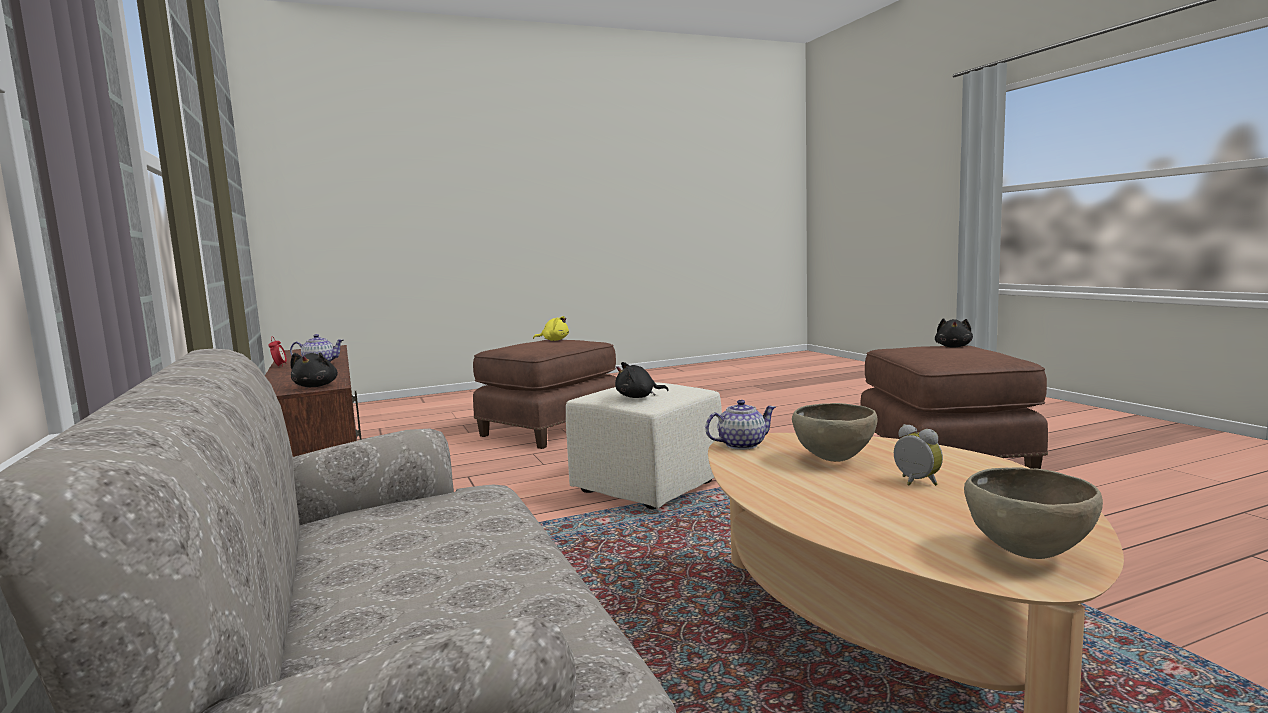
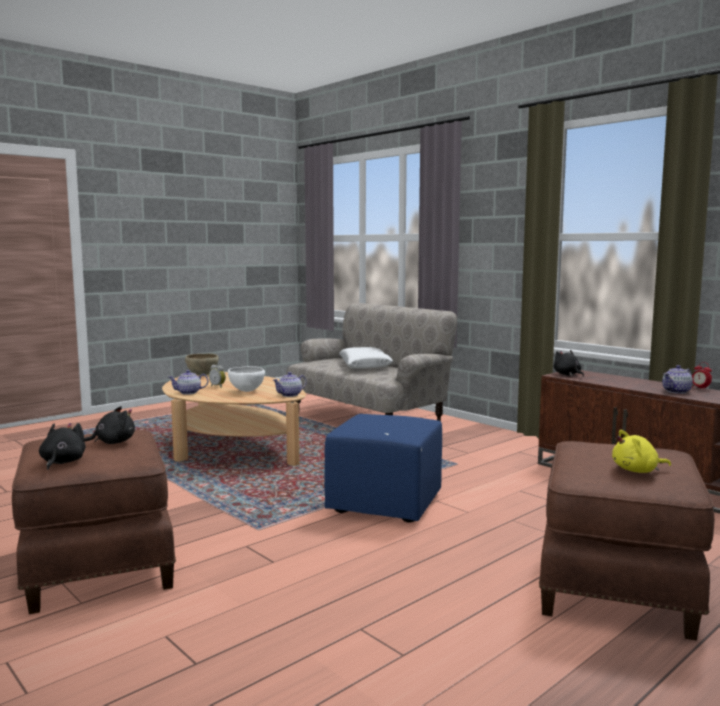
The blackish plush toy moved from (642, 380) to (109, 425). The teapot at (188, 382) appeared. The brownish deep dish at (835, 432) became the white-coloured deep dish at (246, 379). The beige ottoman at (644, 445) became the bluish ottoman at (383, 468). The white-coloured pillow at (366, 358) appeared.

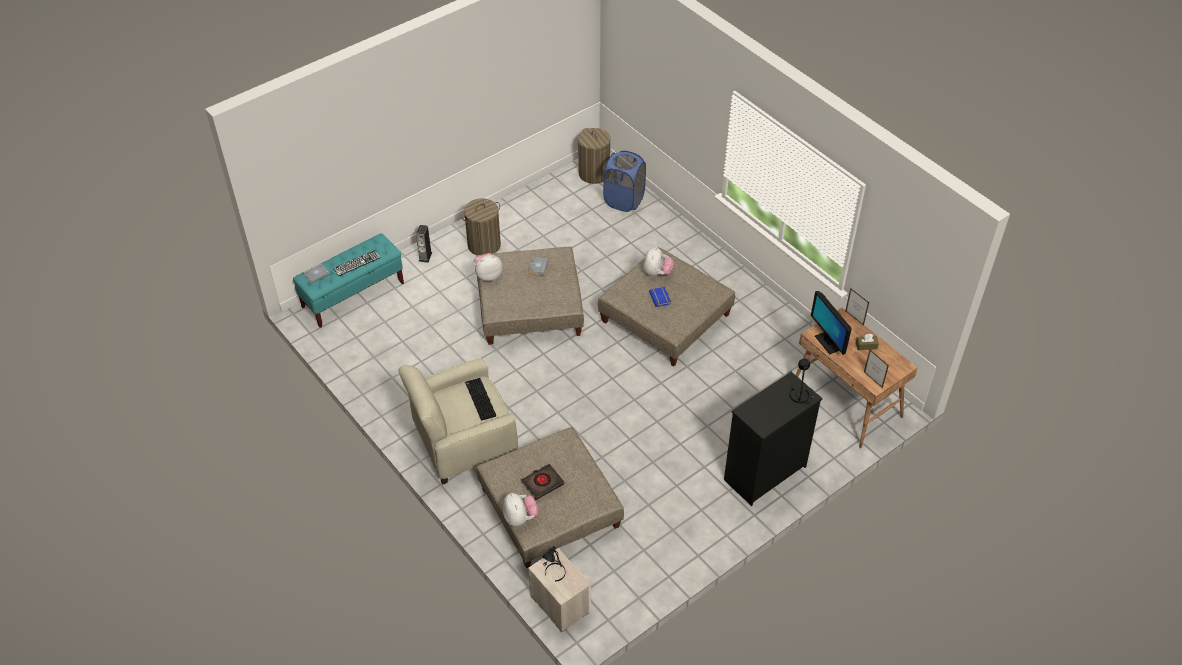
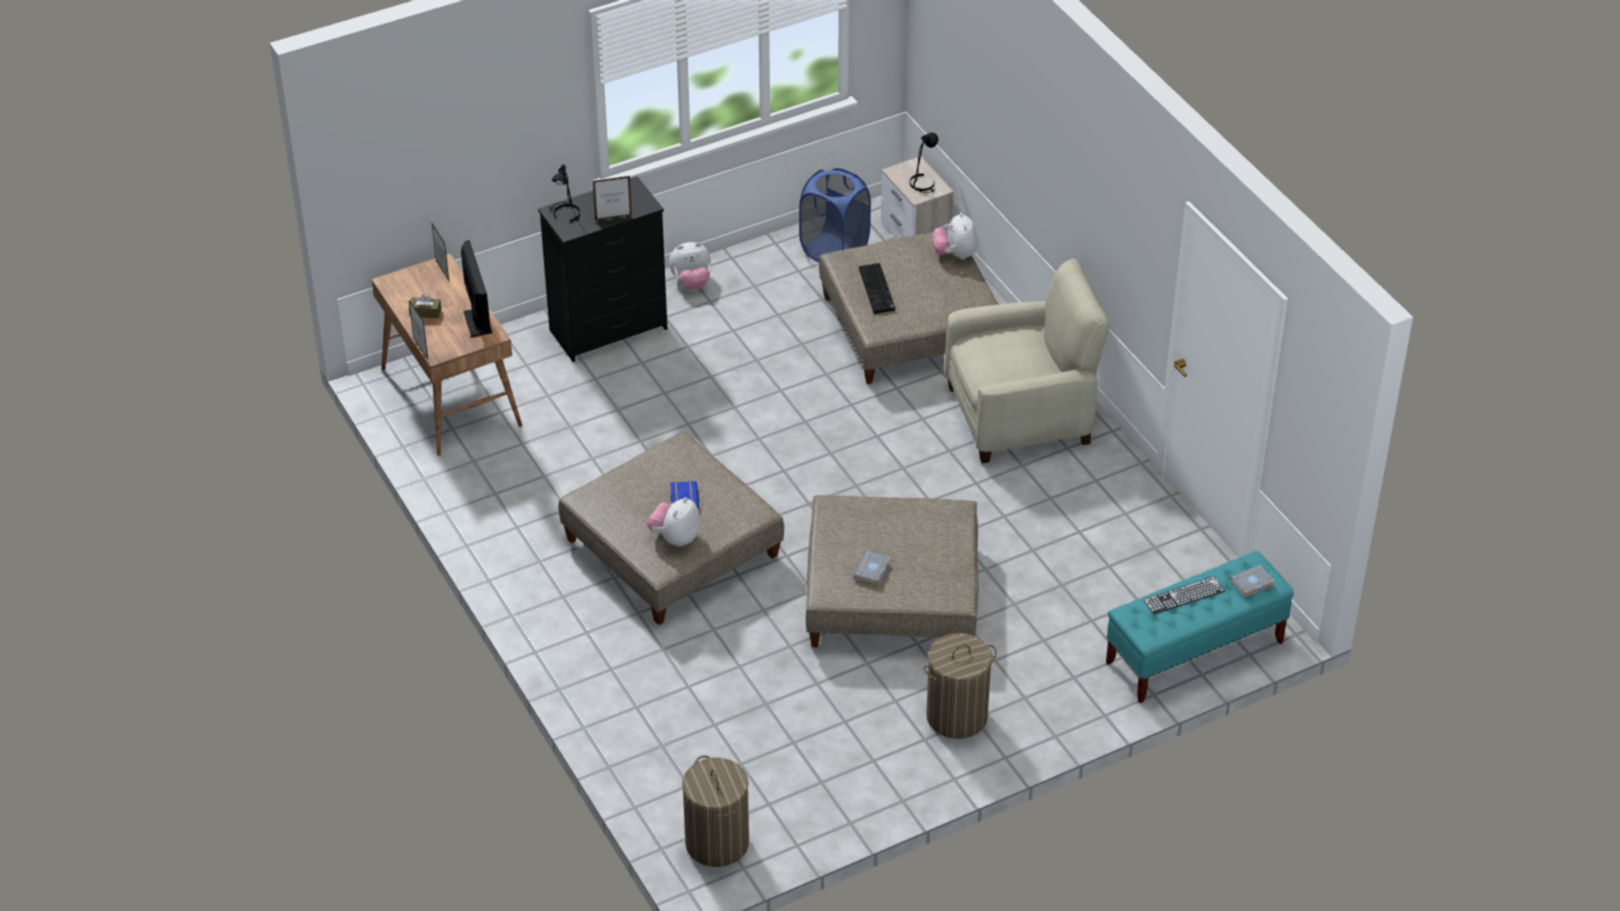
The photo frame at (612, 198) appeared. The plush toy moved from (488, 267) to (690, 266). The bluish hamper moved from (624, 181) to (835, 215). The PC keyboard moved from (480, 399) to (877, 288). The audio speaker at (424, 244) disappeared. The blackish bound book at (542, 482) disappeared.

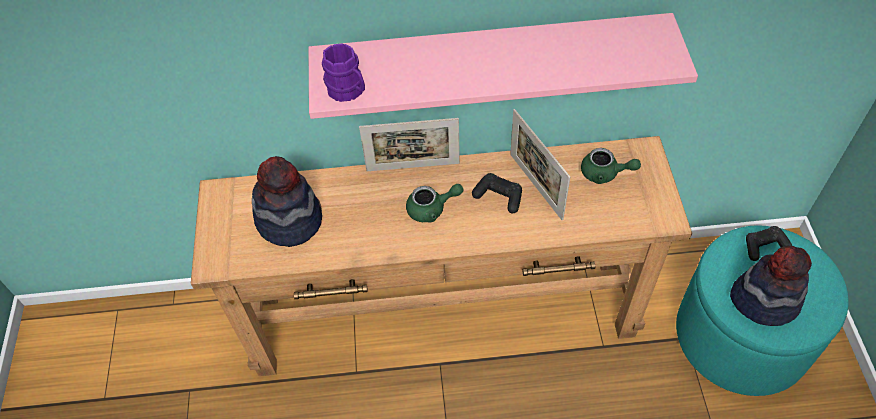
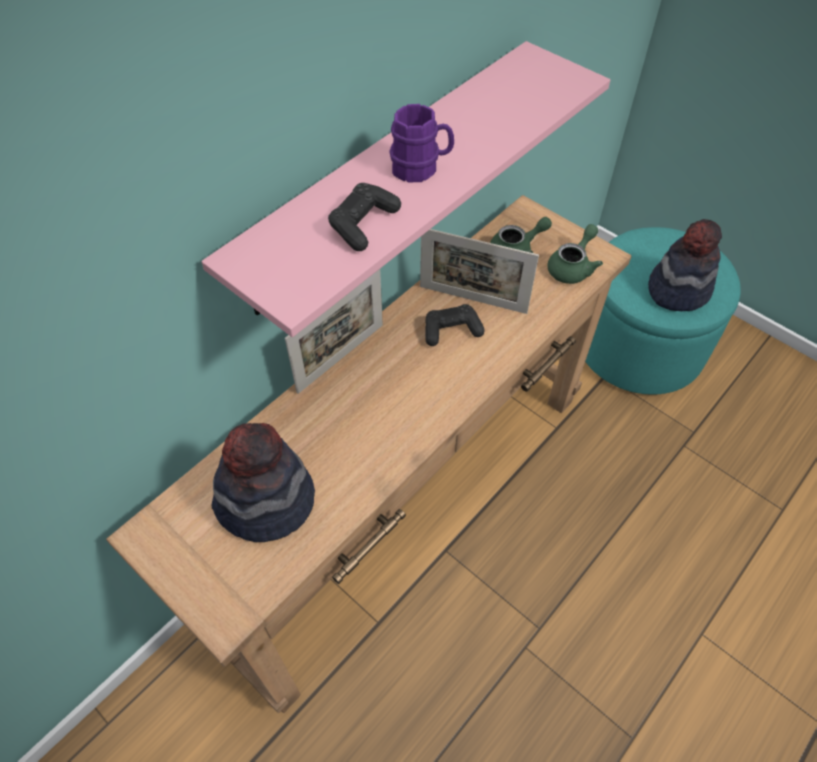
The blackish game controller moved from (769, 243) to (364, 217). The purple tea mug moved from (343, 72) to (421, 143). The green-coloured teapot moved from (434, 203) to (575, 254).

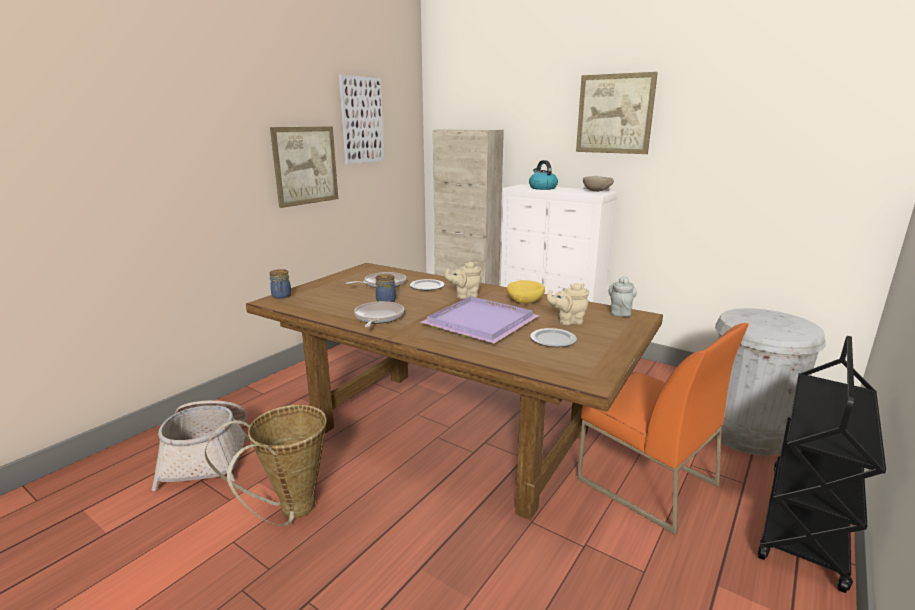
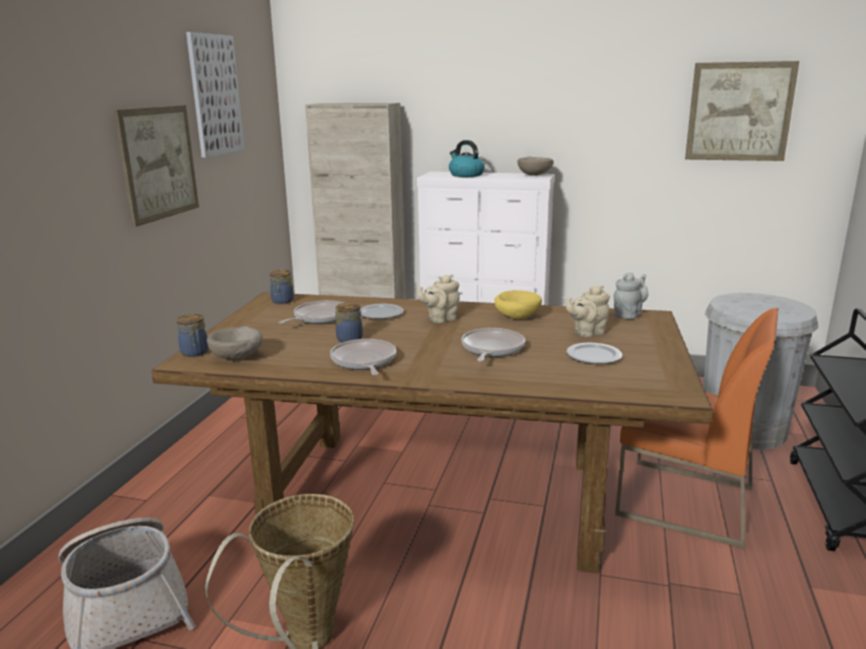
The beige deep dish at (235, 343) appeared. The jar at (282, 287) appeared. The purple tray at (480, 319) was replaced by the skillet at (493, 345). The grey teapot at (623, 296) turned 45 degrees clockwise. The picture moved from (617, 113) to (742, 111).

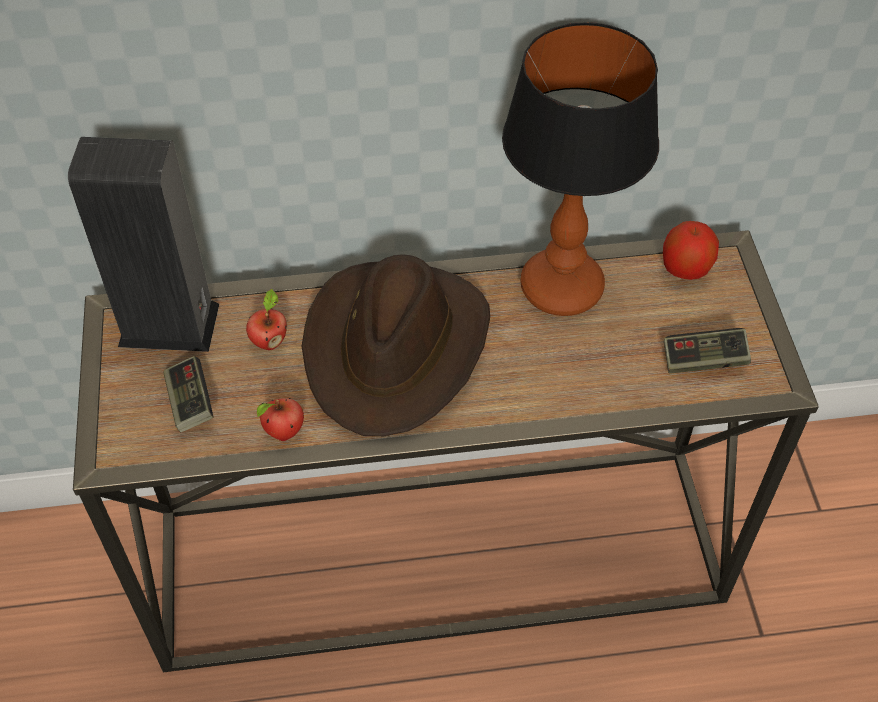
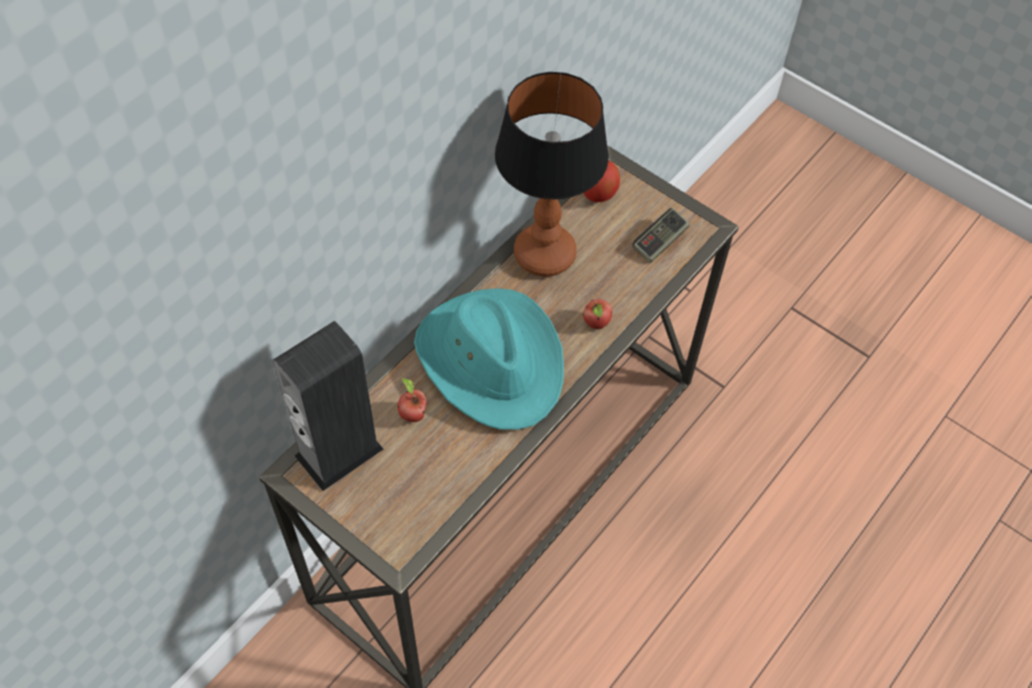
The brownish clothing hat at (396, 345) became the blue-green clothing hat at (489, 359). The apple fruit moved from (280, 419) to (597, 314). The game controller at (188, 394) disappeared.

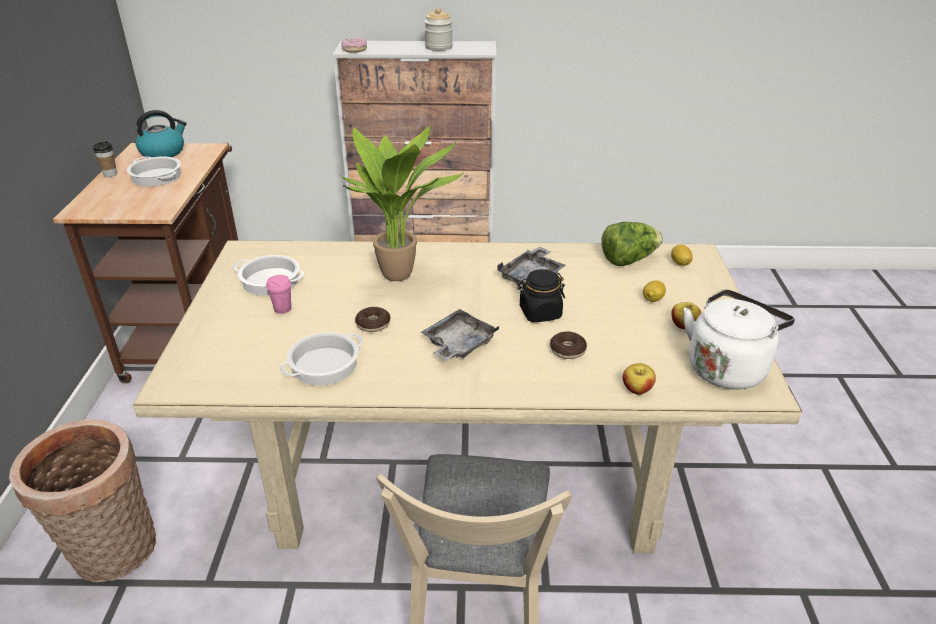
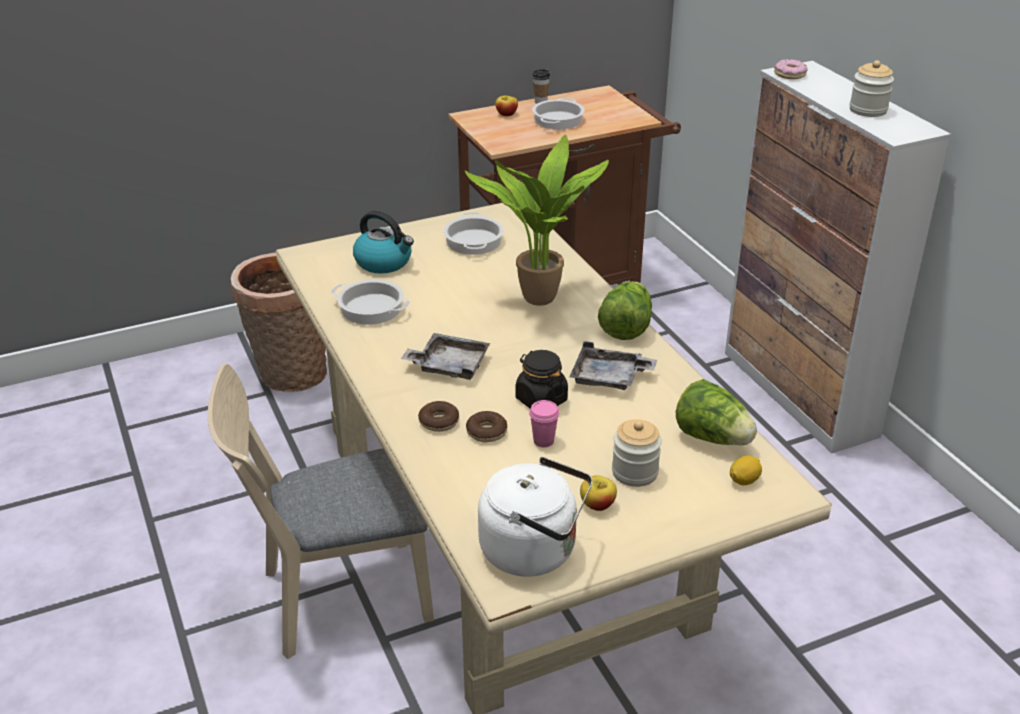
The tea kettle moved from (161, 133) to (383, 242). The ring doughnut moved from (372, 319) to (438, 416). The apple fruit moved from (639, 379) to (506, 106). The pink cup moved from (278, 294) to (544, 423). The lettuce at (625, 311) appeared. The lemon at (654, 291) was replaced by the jar at (637, 453).

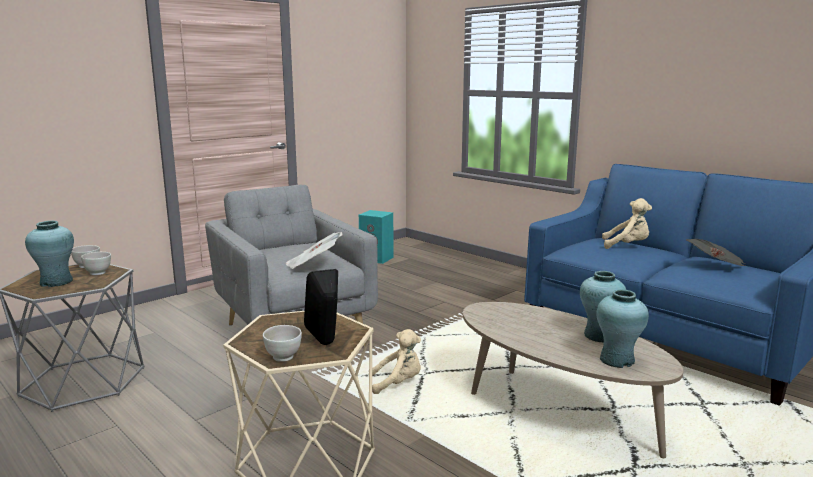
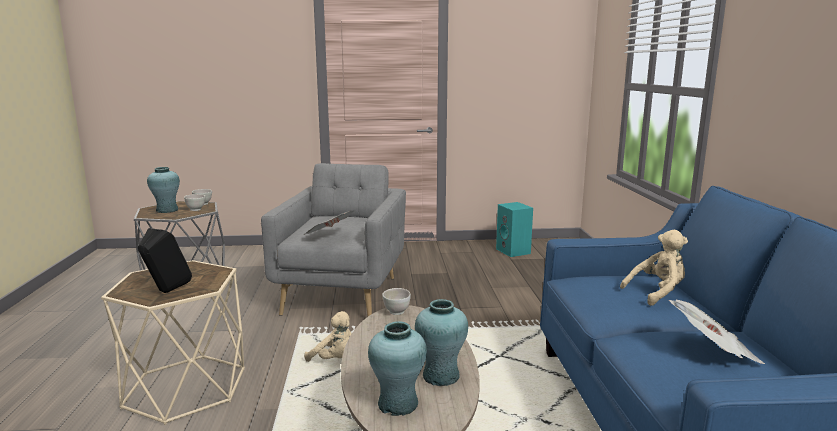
The white-coloured deep dish moved from (282, 343) to (396, 301). The beige plush toy at (627, 223) turned 75 degrees counterclockwise.

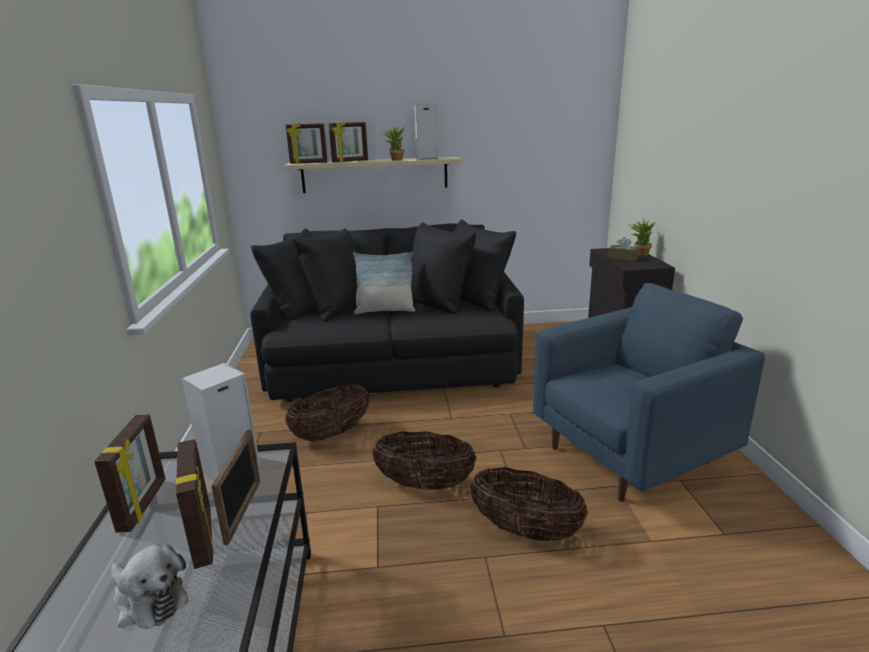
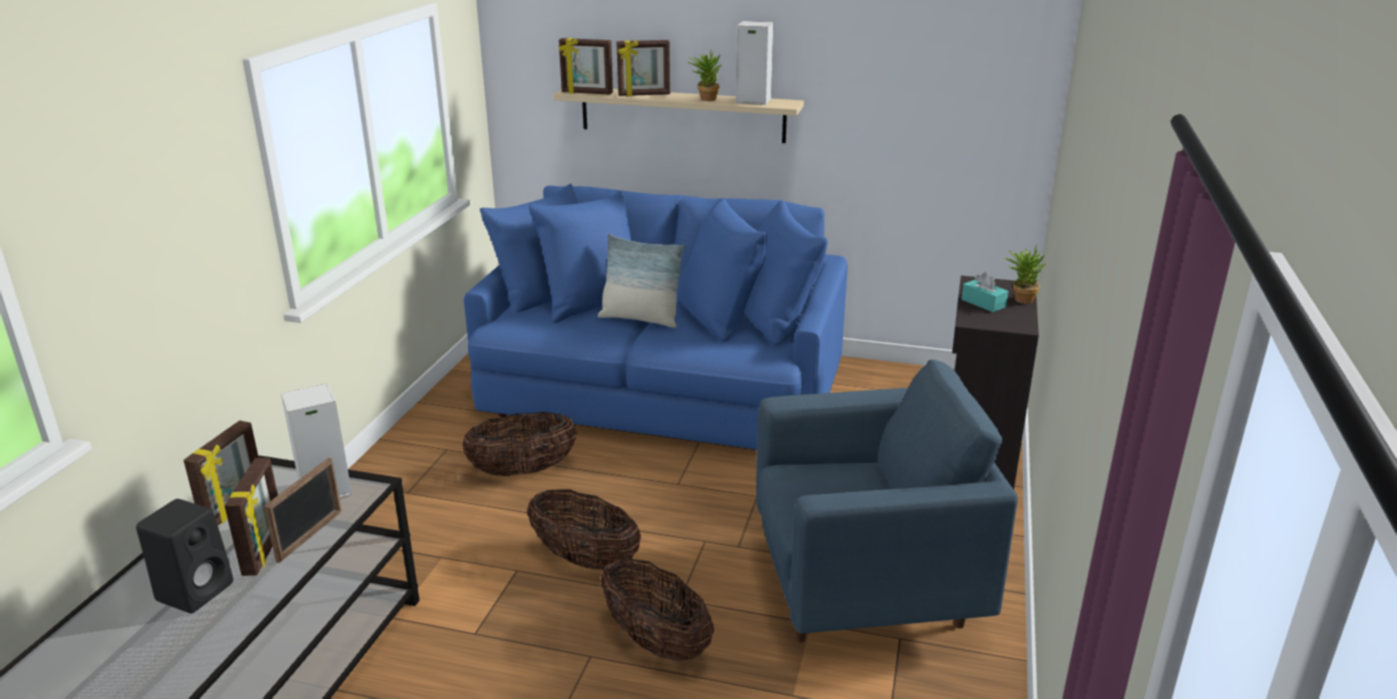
The plush toy at (150, 586) was replaced by the blackish audio speaker at (184, 556). The blackish sofa at (387, 310) became the bluish sofa at (656, 316). The brownish tissue box at (623, 249) became the blue-green tissue box at (985, 292).

